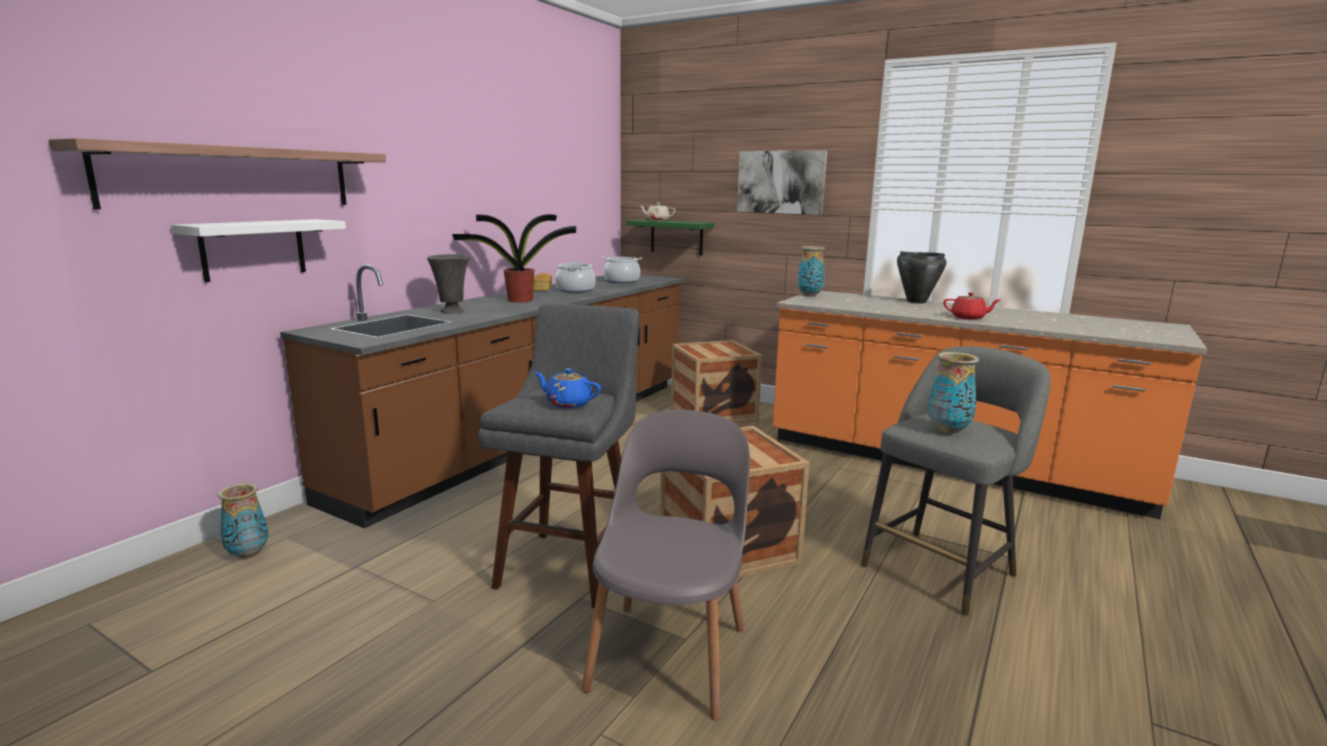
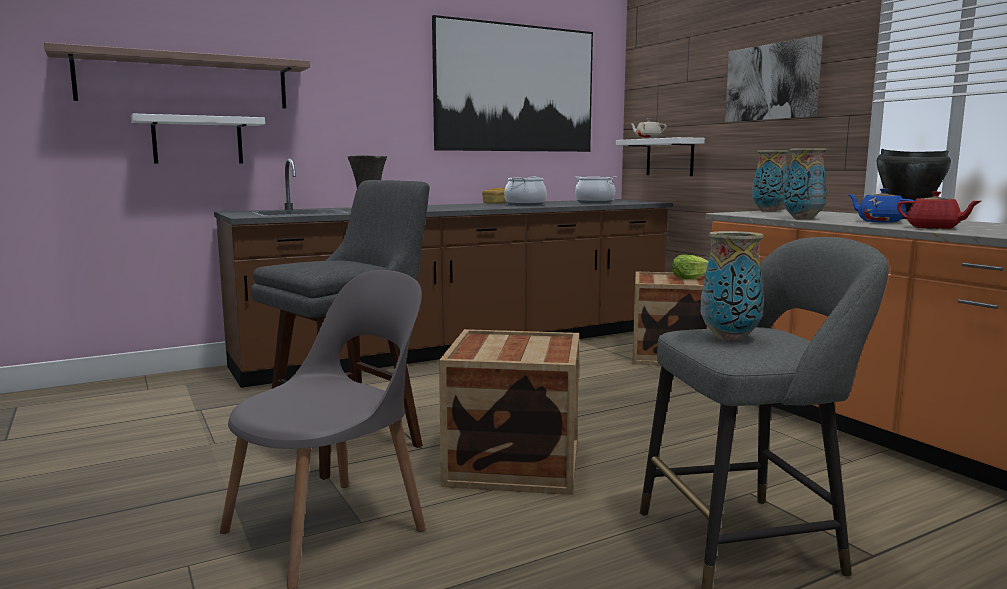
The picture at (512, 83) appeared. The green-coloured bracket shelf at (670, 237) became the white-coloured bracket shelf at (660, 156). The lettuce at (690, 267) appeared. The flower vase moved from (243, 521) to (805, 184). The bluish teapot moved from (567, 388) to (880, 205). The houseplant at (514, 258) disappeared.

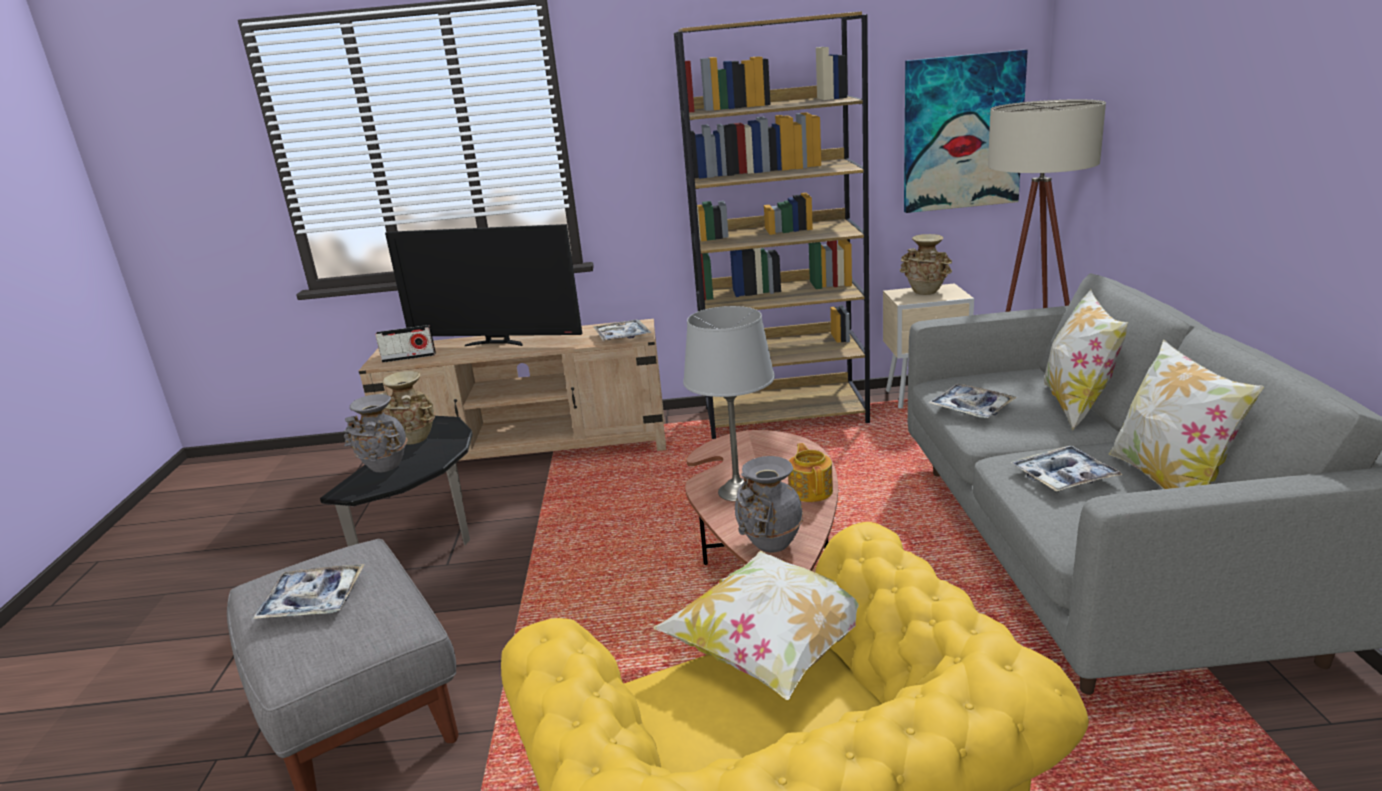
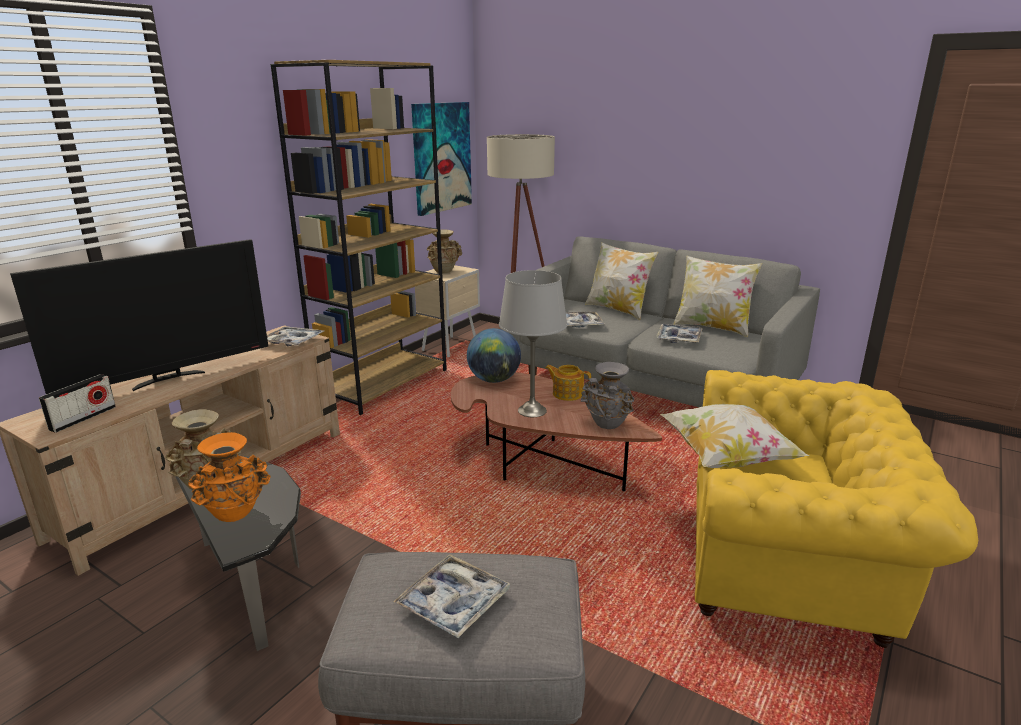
The grey flower vase at (375, 433) became the orangey flower vase at (229, 477). The world globe at (494, 355) appeared.

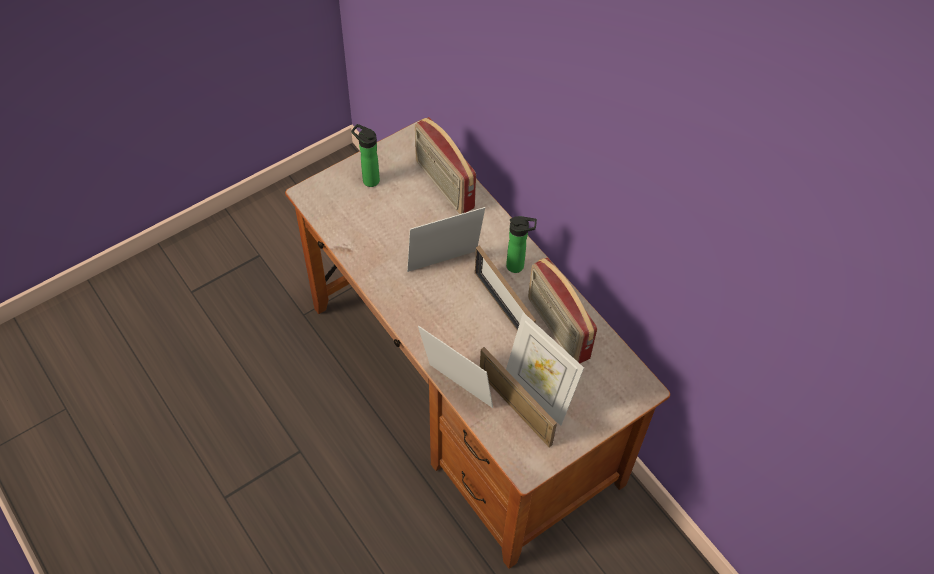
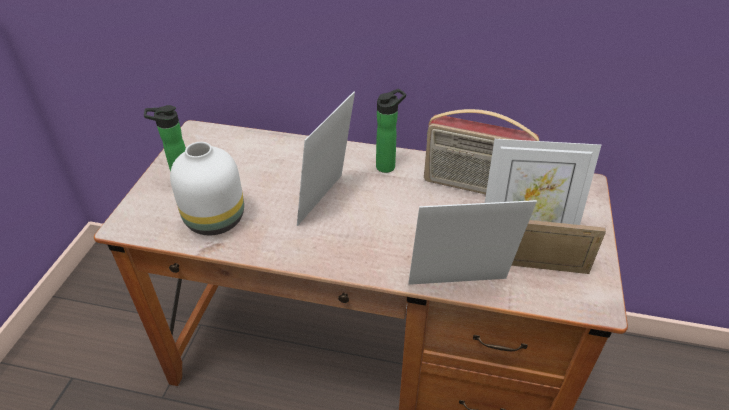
The white-coloured flower vase at (207, 188) appeared. The radio set at (445, 165) disappeared. The photo frame at (505, 288) disappeared.

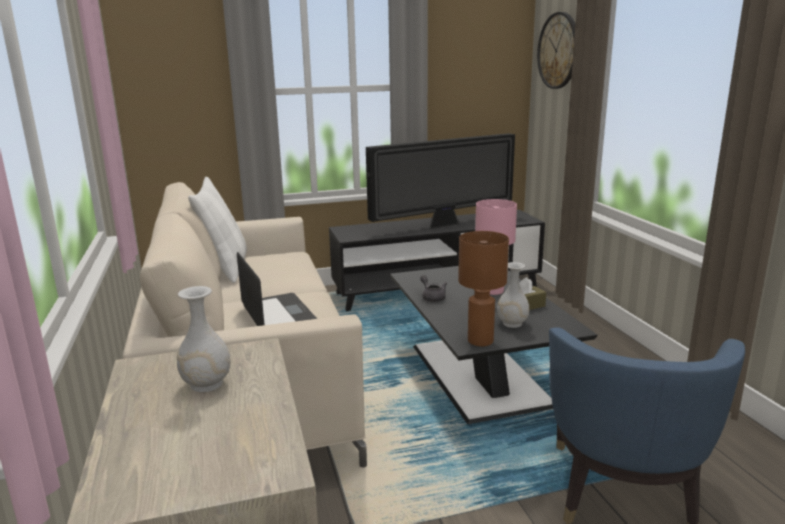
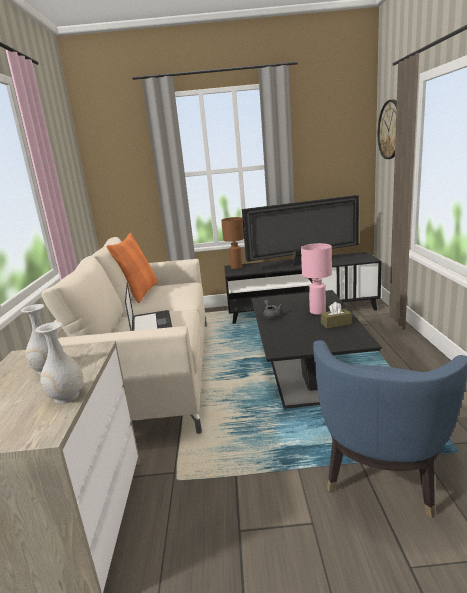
The white-coloured flower vase moved from (513, 295) to (59, 363). The white-coloured pillow at (217, 230) became the orangey pillow at (132, 268). The brownish lamp for a table moved from (483, 288) to (232, 243).

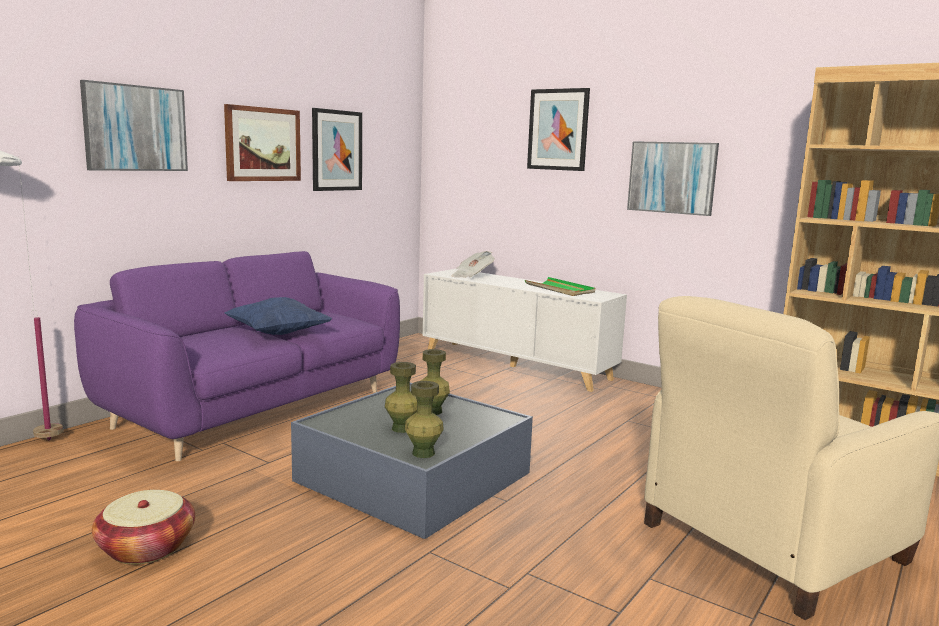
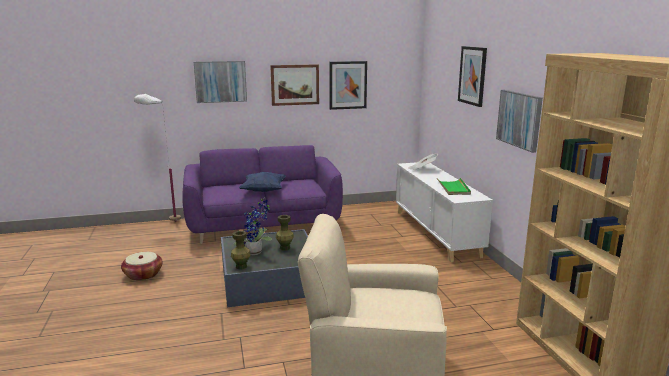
The green-coloured flower vase at (401, 397) was replaced by the houseplant at (252, 226).

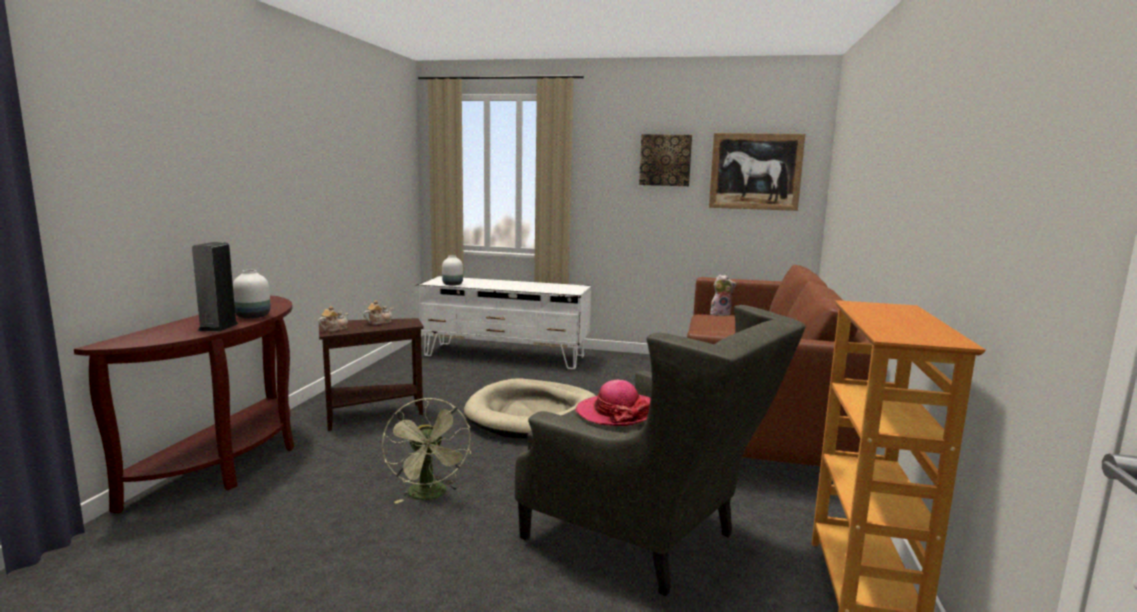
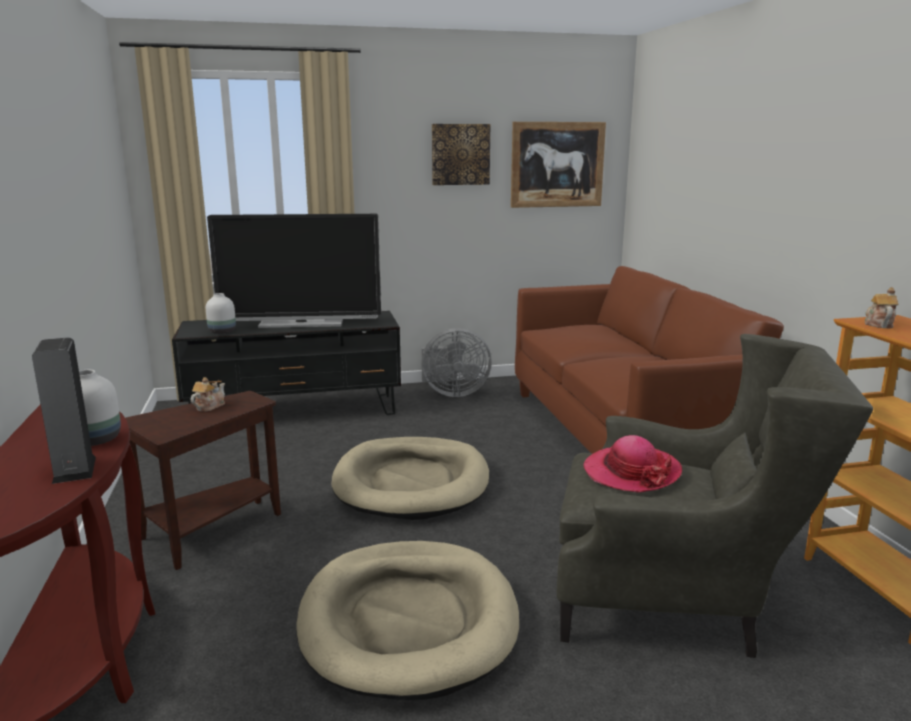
The white-coloured tv unit at (503, 322) became the blackish tv unit at (286, 363). The TV at (294, 271) appeared. The green-coloured electric fan at (426, 451) was replaced by the beige dog bed at (407, 620). The grey electric fan at (456, 362) appeared. The teapot moved from (333, 319) to (881, 307). The plush toy at (723, 295) disappeared.

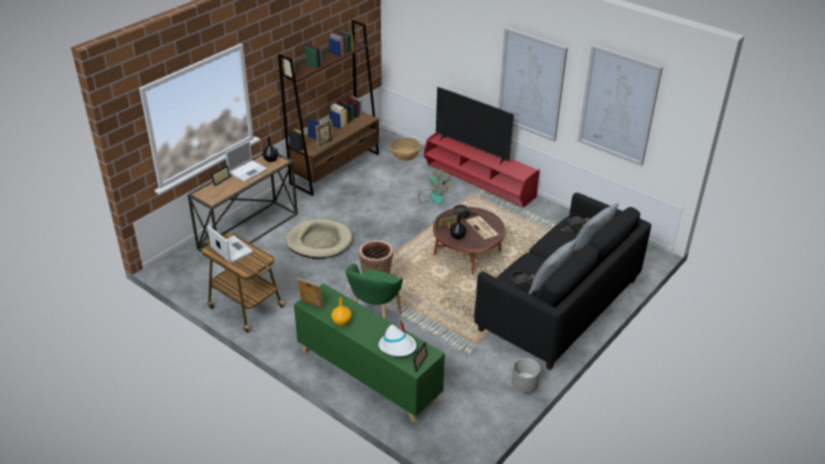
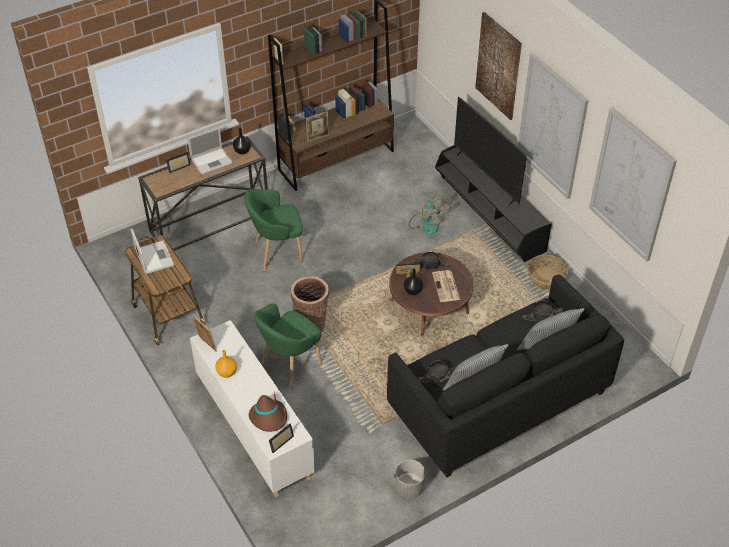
The green-coloured storage cabinet at (369, 353) became the white-coloured storage cabinet at (252, 408). The beige dog bed at (319, 239) was replaced by the green-coloured armchair at (273, 230). The white-coloured clothing hat at (398, 337) became the brownish clothing hat at (268, 411). The red tv unit at (481, 170) became the blackish tv unit at (493, 203). The picture at (498, 66) appeared. The household basket moved from (405, 149) to (547, 272).

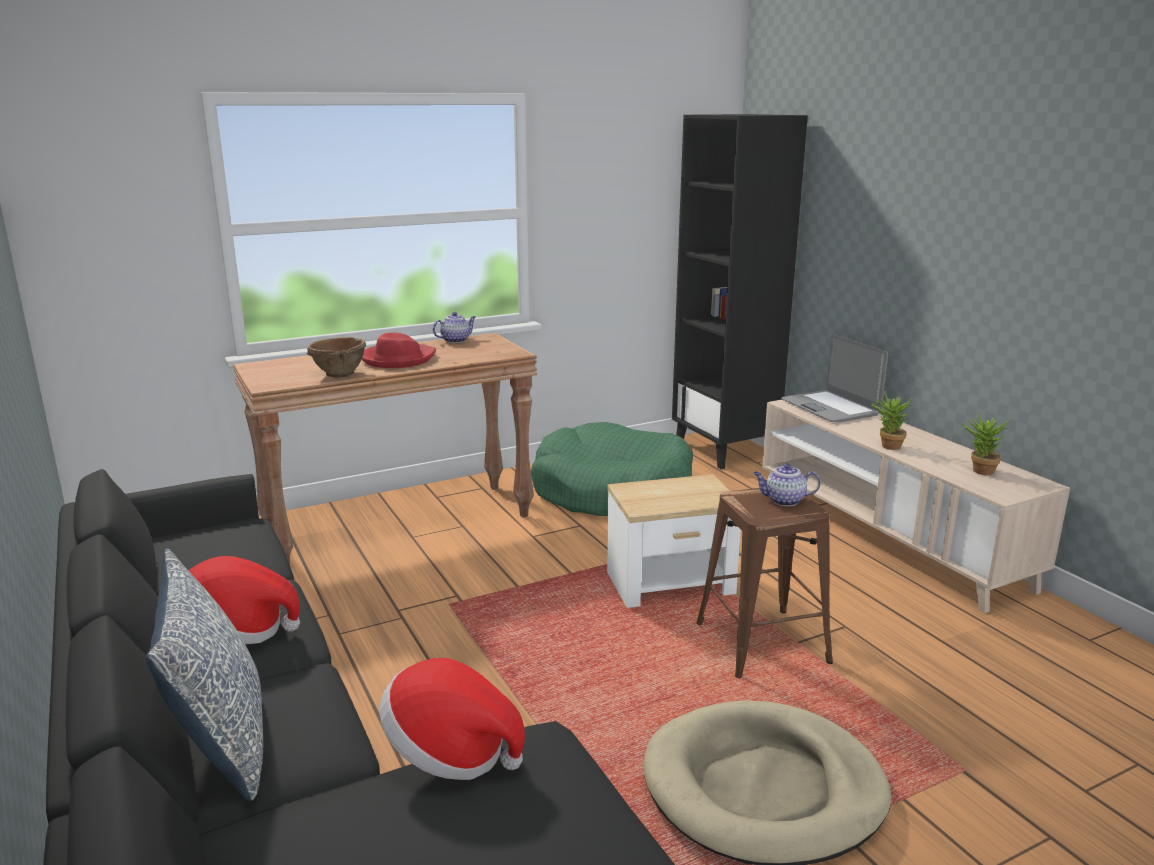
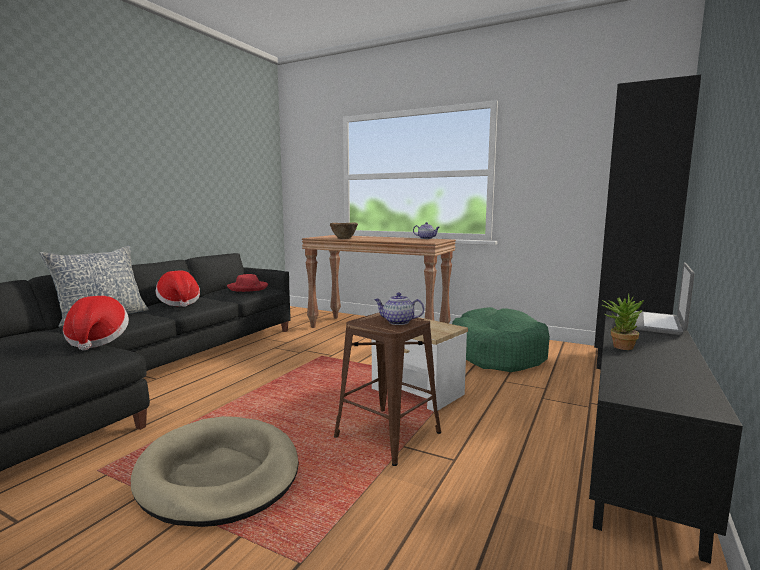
The red clothing hat moved from (399, 350) to (247, 283). The teapot at (787, 485) turned 45 degrees counterclockwise. The beige tv unit at (916, 506) became the blackish tv unit at (666, 437). The houseplant at (985, 443) disappeared.

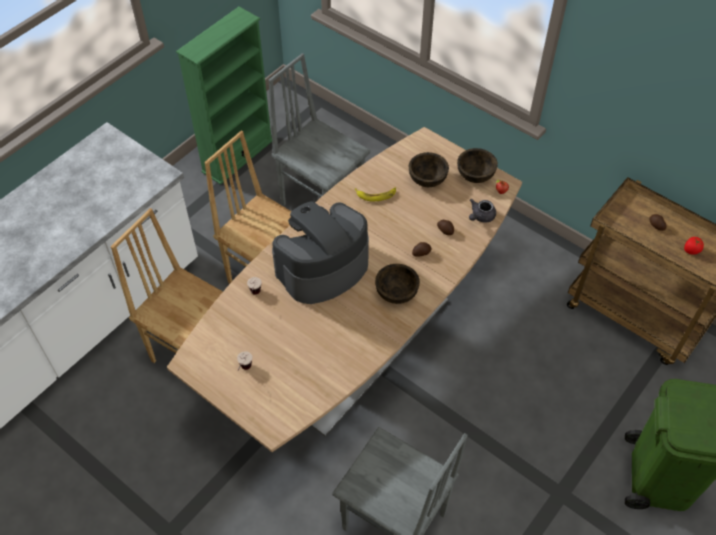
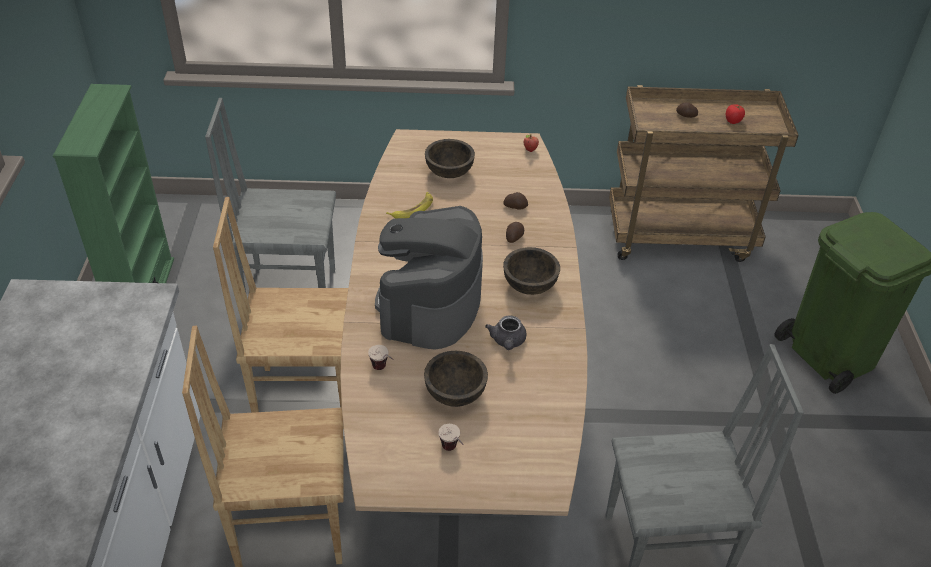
The brownish deep dish moved from (477, 165) to (456, 379). The grey teapot moved from (482, 211) to (505, 333).

